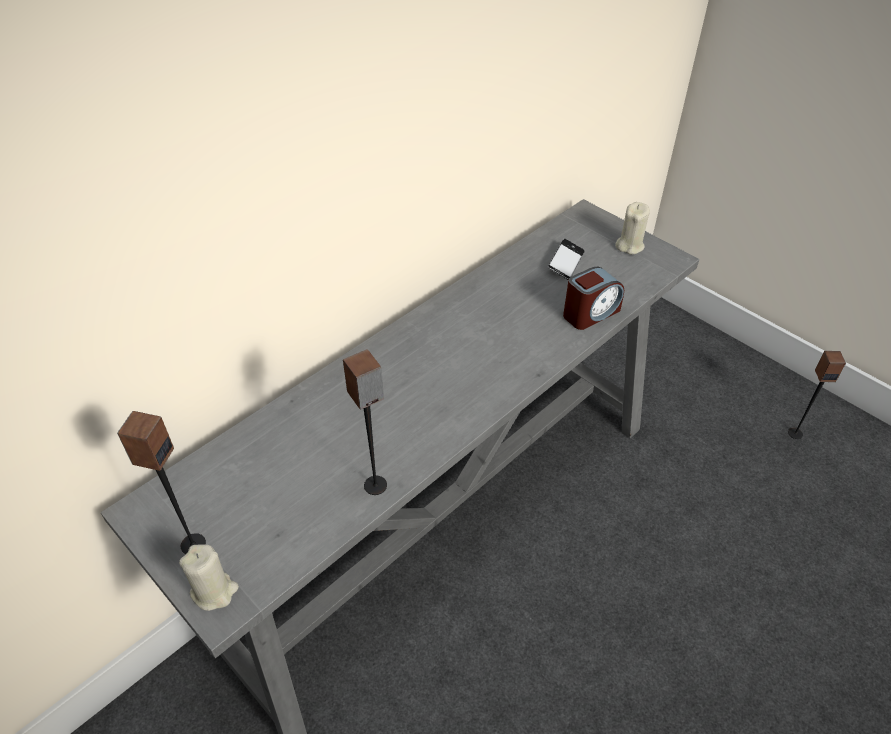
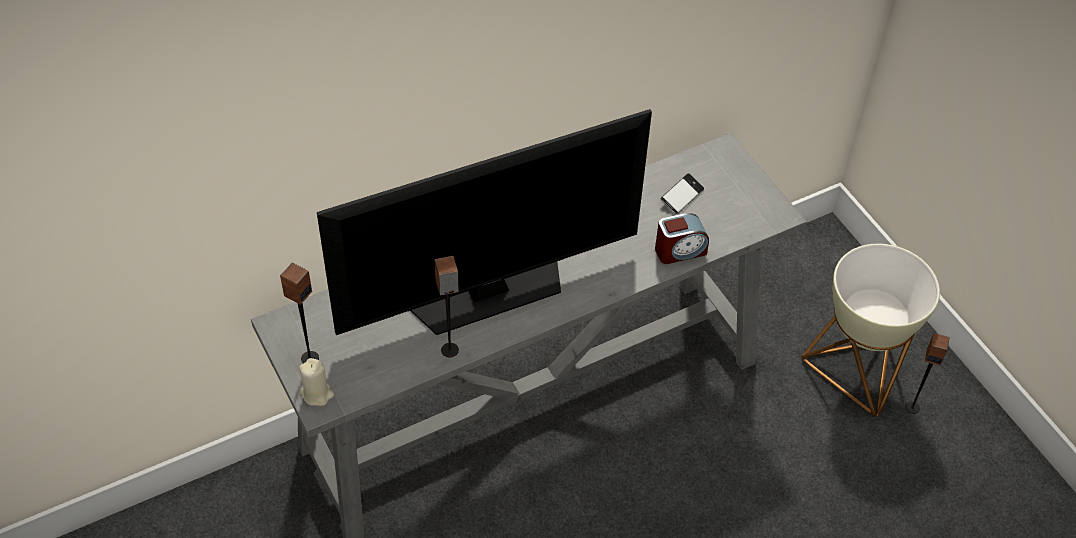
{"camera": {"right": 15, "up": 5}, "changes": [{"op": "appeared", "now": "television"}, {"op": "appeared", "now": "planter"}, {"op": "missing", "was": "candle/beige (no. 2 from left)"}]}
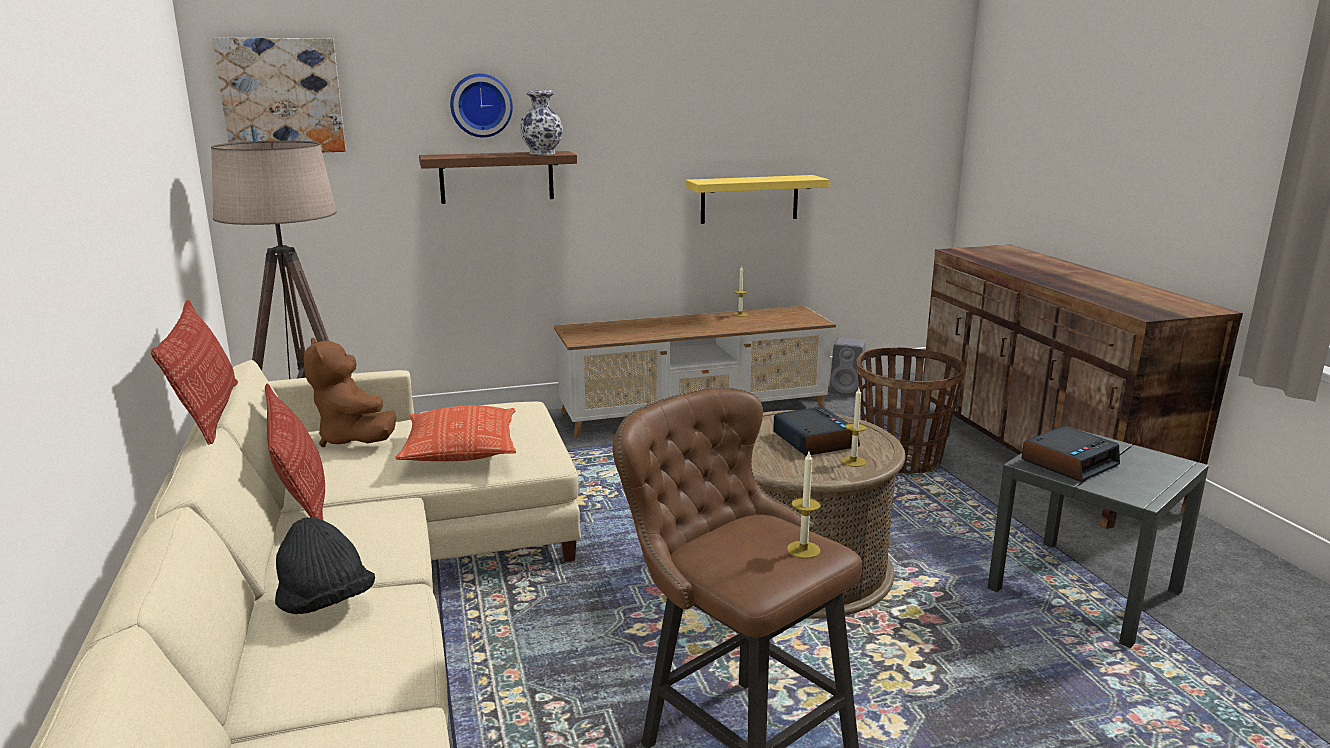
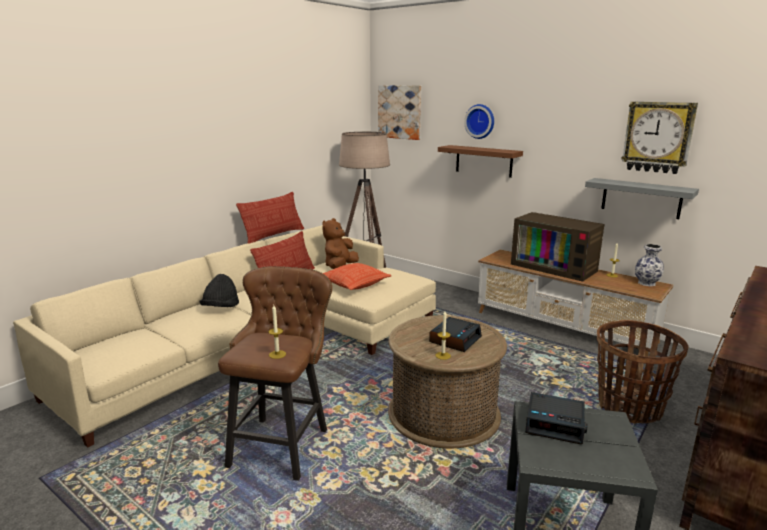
{"camera": {"right": 55, "up": 0}, "changes": [{"op": "appeared", "now": "television"}, {"op": "colour", "was": "shelf/yellow", "now": "shelf/grey"}, {"op": "appeared", "now": "wall clock (no. 2 from left)"}, {"op": "relocated", "was": "vase"}, {"op": "missing", "was": "speaker/grey"}]}
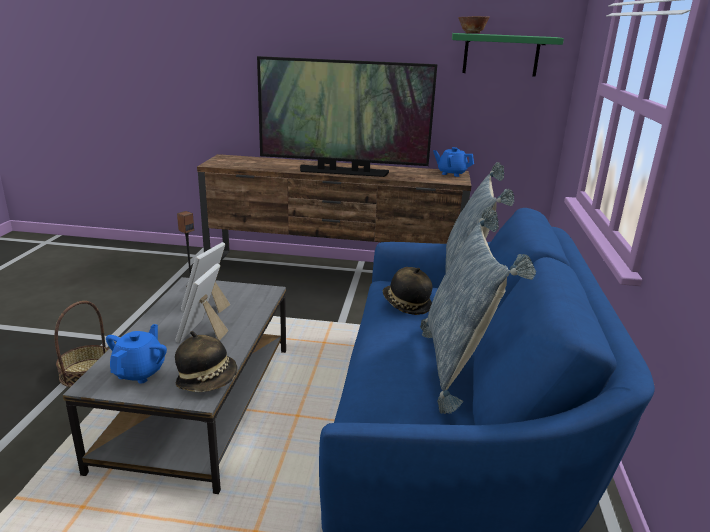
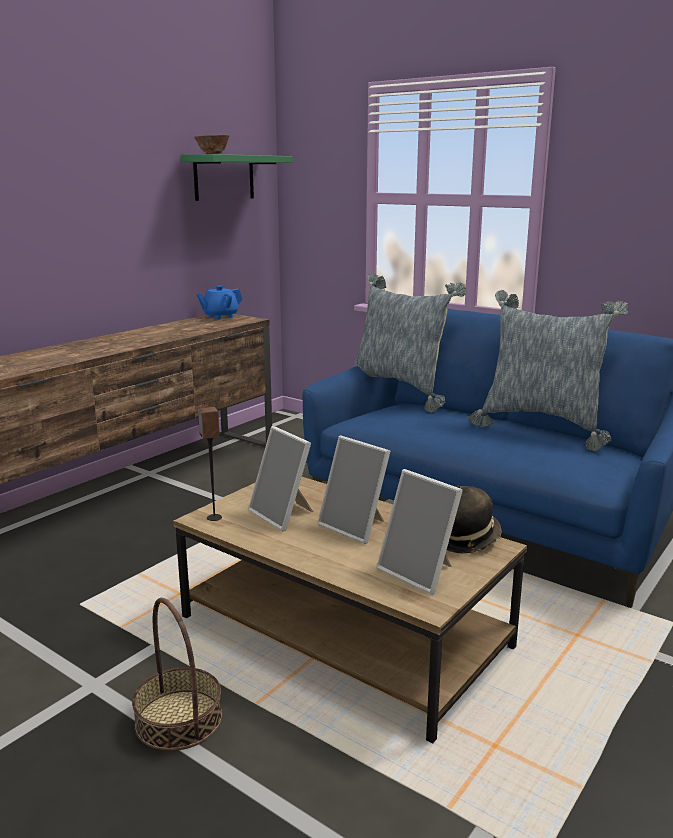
{"camera": {"right": -60, "up": -5}, "changes": [{"op": "colour", "was": "coffee table/grey", "now": "coffee table/brown"}, {"op": "exchanged", "was": "teapot/blue (no. 1 from left)", "now": "picture frame (no. 3 from left)"}, {"op": "missing", "was": "television"}, {"op": "missing", "was": "hat (no. 2 from left)"}]}
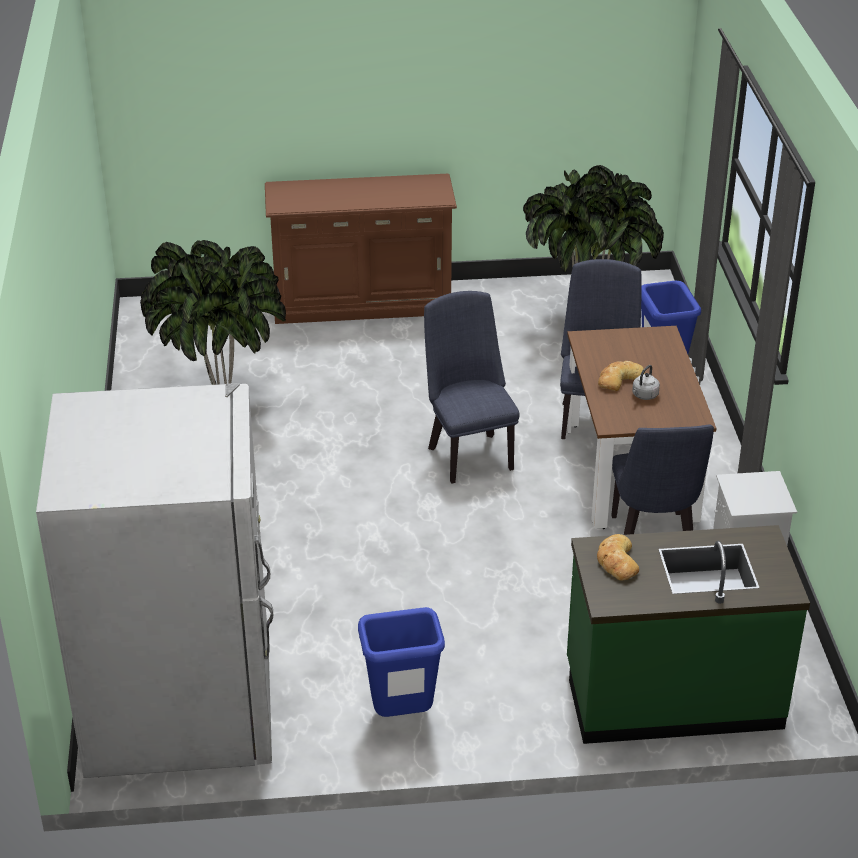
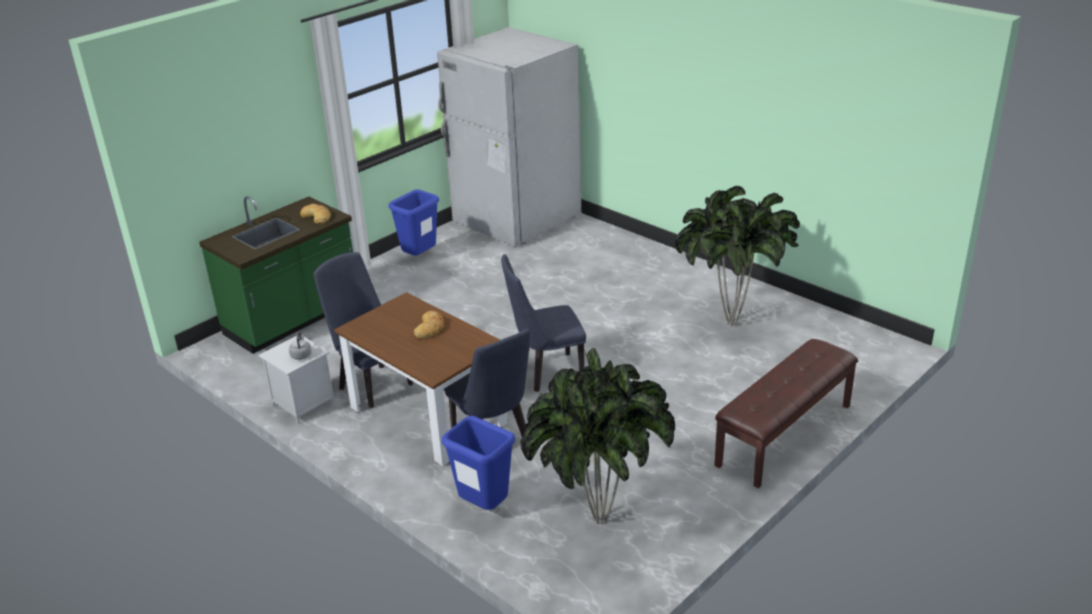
{"camera": {"right": 140, "up": -5}, "changes": [{"op": "relocated", "was": "kettle/grey"}, {"op": "spun", "was": "chair/blue (no. 1 from left in the first image)", "clockwise": 135}, {"op": "exchanged", "was": "cabinet/brown", "now": "bench/brown"}]}
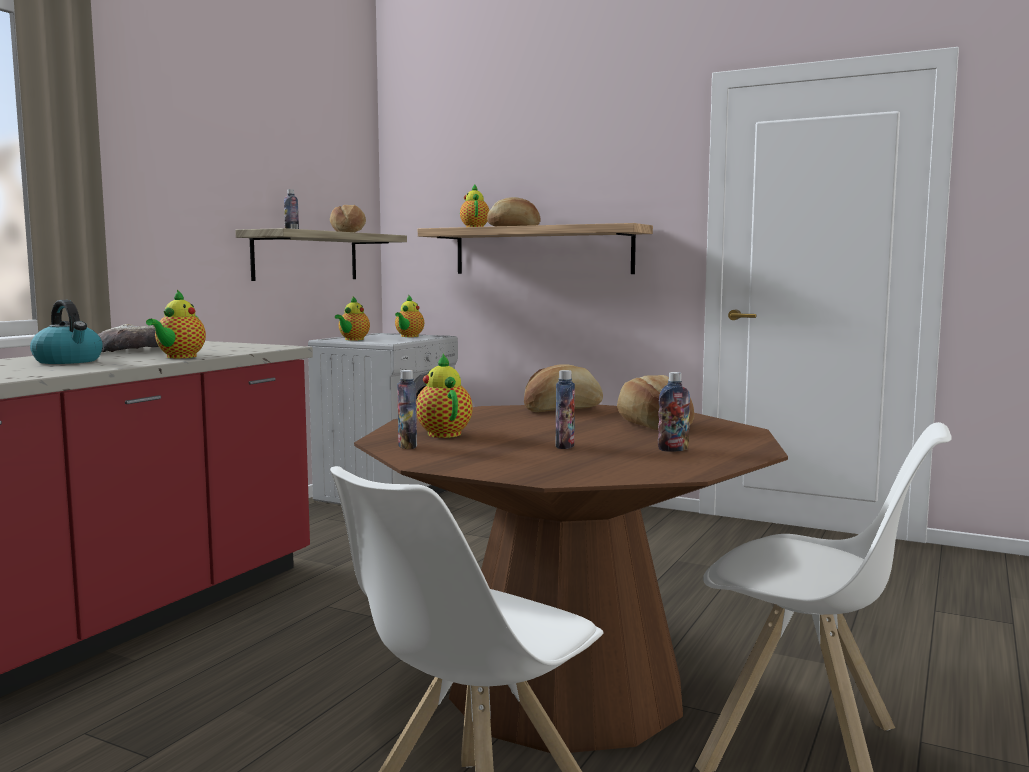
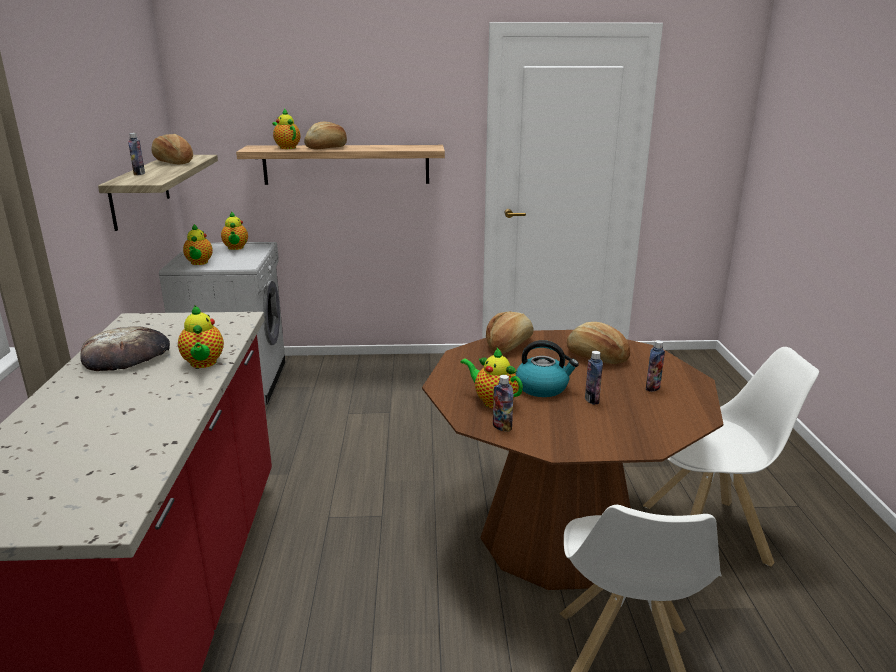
{"camera": {"right": -30, "up": 15}, "changes": [{"op": "relocated", "was": "kettle"}]}
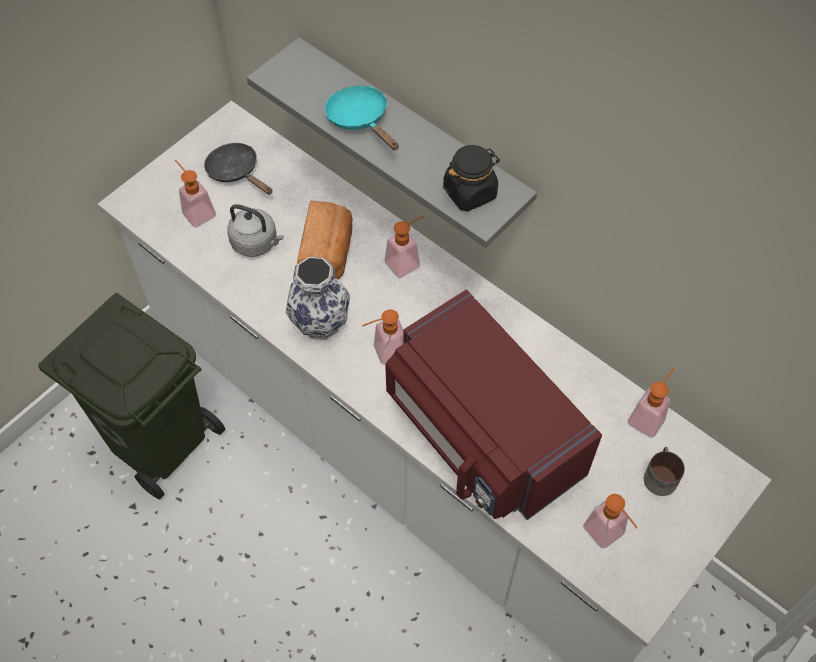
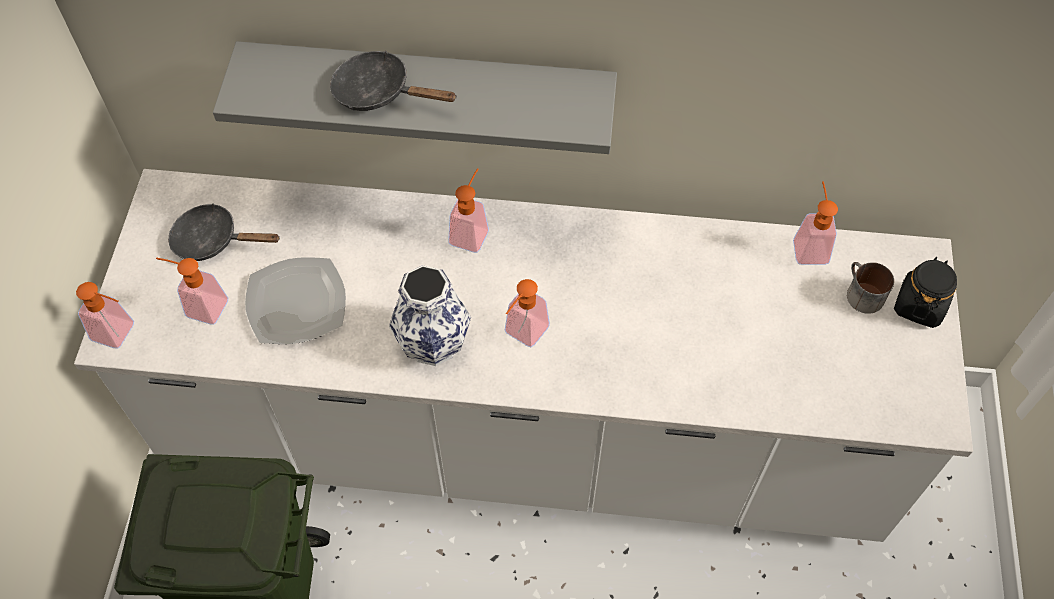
{"camera": {"right": -35, "up": 0}, "changes": [{"op": "relocated", "was": "soap dispenser (no. 4 from left in the first image)", "now": "soap dispenser (no. 1 from left)"}, {"op": "exchanged", "was": "kettle/grey", "now": "plate"}, {"op": "colour", "was": "frying pan/turquoise", "now": "frying pan/black (no. 2 from left)"}, {"op": "relocated", "was": "jar/black"}, {"op": "missing", "was": "bread"}, {"op": "missing", "was": "microwave/red"}]}
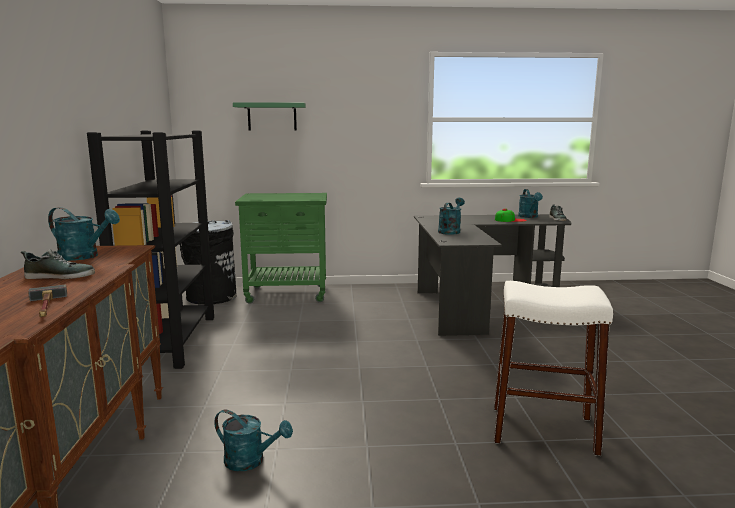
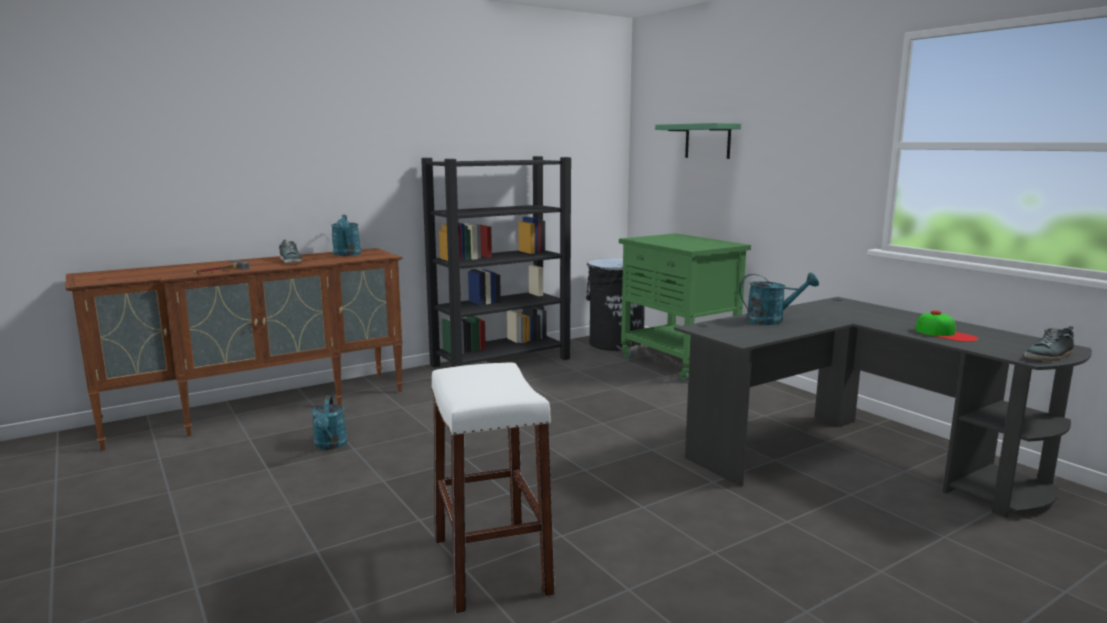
{"camera": {"right": 60, "up": 0}, "changes": [{"op": "missing", "was": "watering can/turquoise (no. 4 from left)"}]}
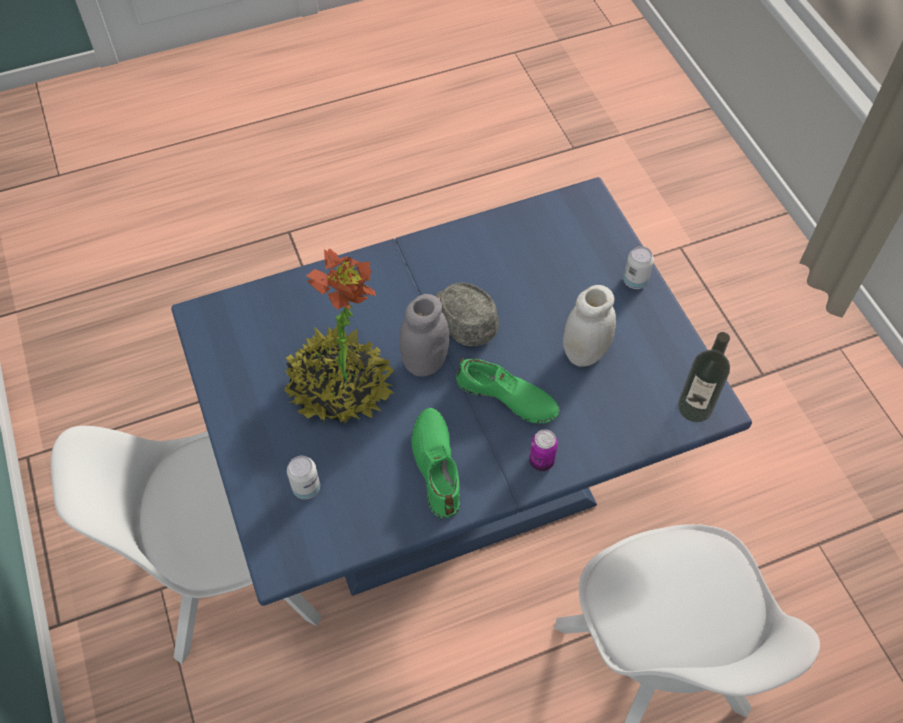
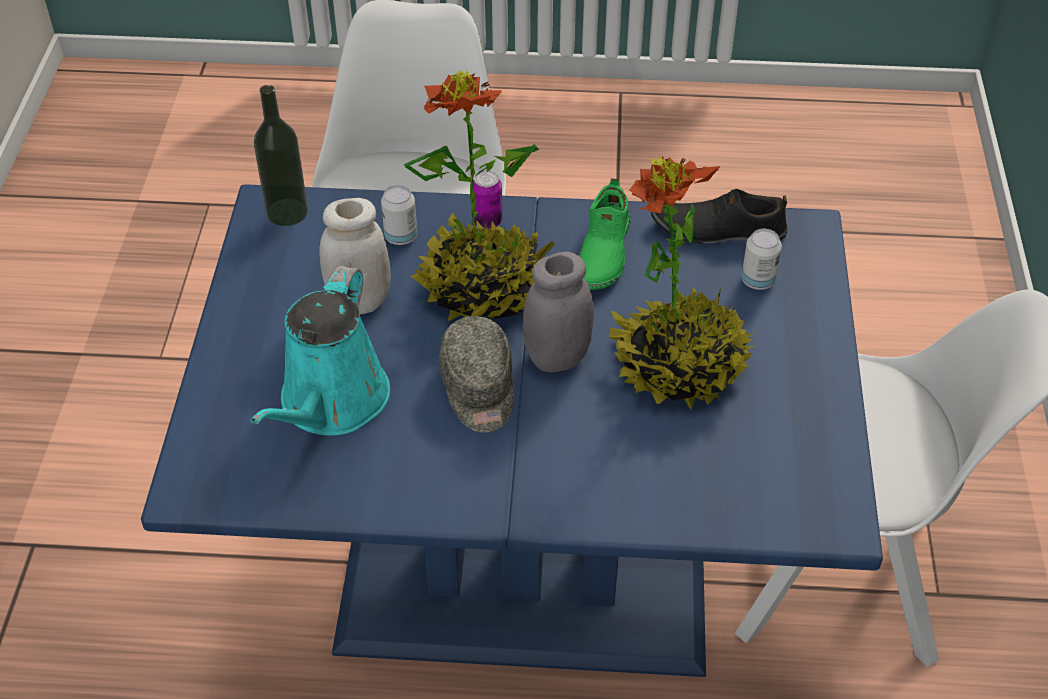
{"camera": {"right": -155, "up": -10}, "changes": [{"op": "appeared", "now": "watering can/turquoise"}, {"op": "relocated", "was": "can (no. 3 from left in the first image)", "now": "can (no. 1 from left)"}, {"op": "exchanged", "was": "shoe/green (no. 2 from left)", "now": "potted plant (no. 1 from left)"}, {"op": "appeared", "now": "shoe/black"}]}
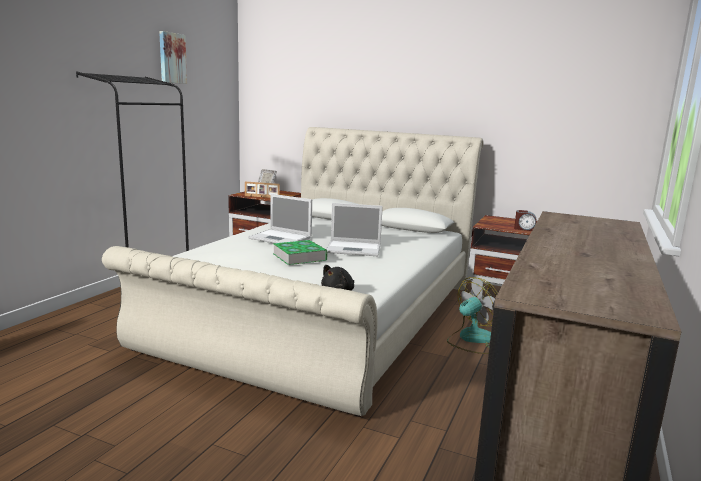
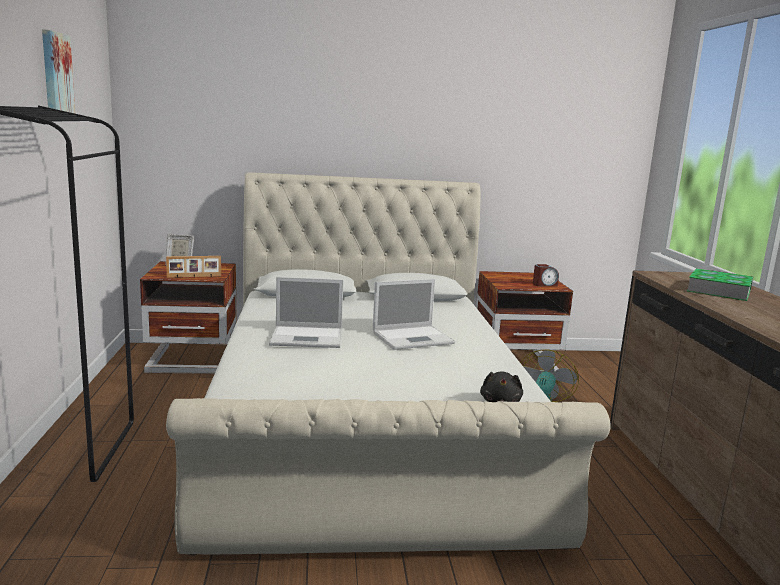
{"camera": {"right": -30, "up": 0}, "changes": [{"op": "relocated", "was": "book"}]}
